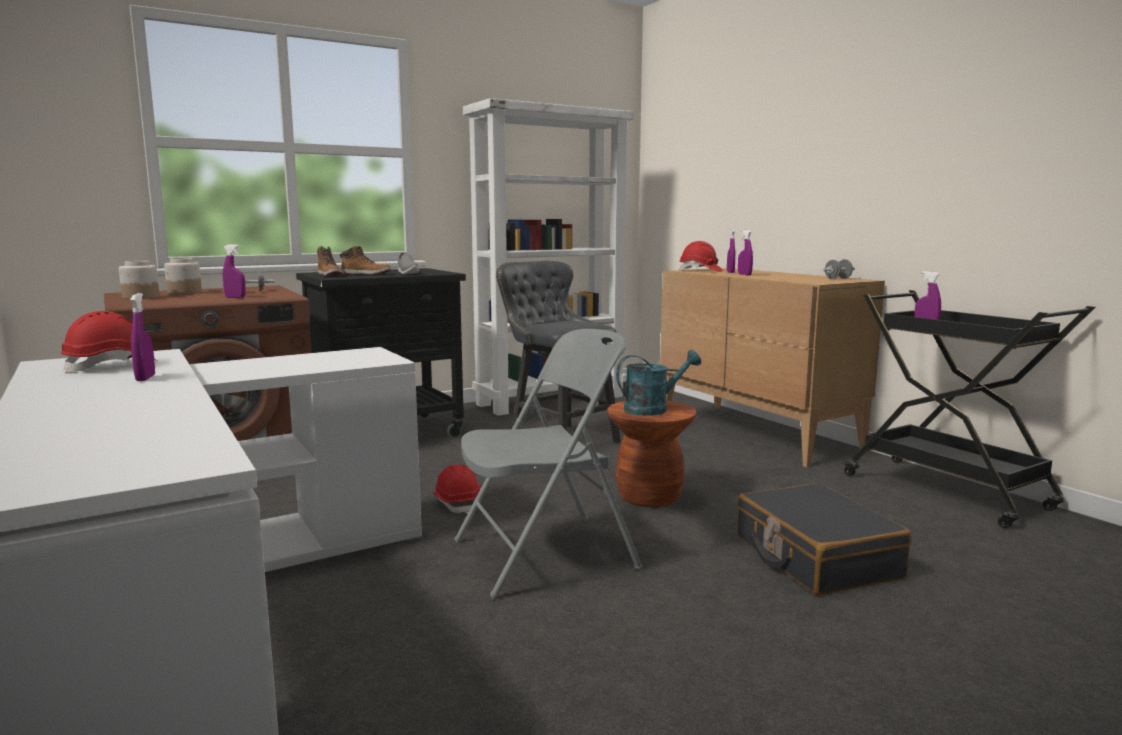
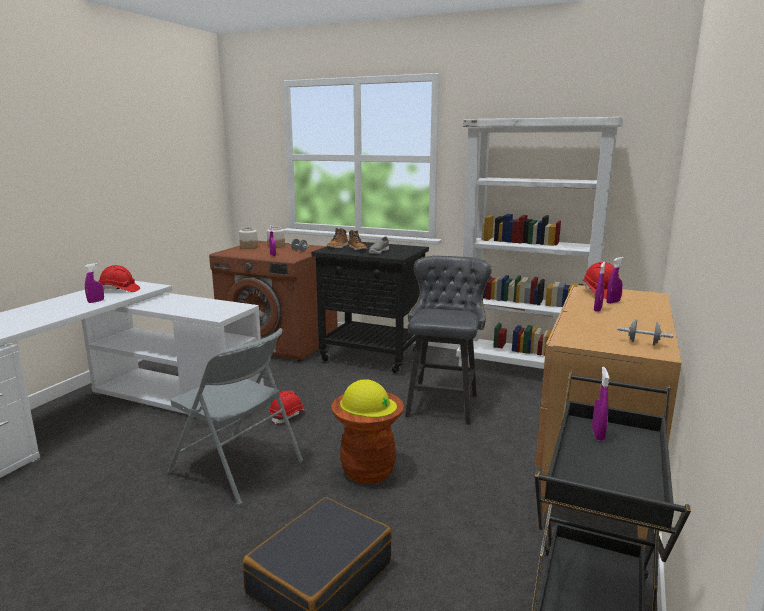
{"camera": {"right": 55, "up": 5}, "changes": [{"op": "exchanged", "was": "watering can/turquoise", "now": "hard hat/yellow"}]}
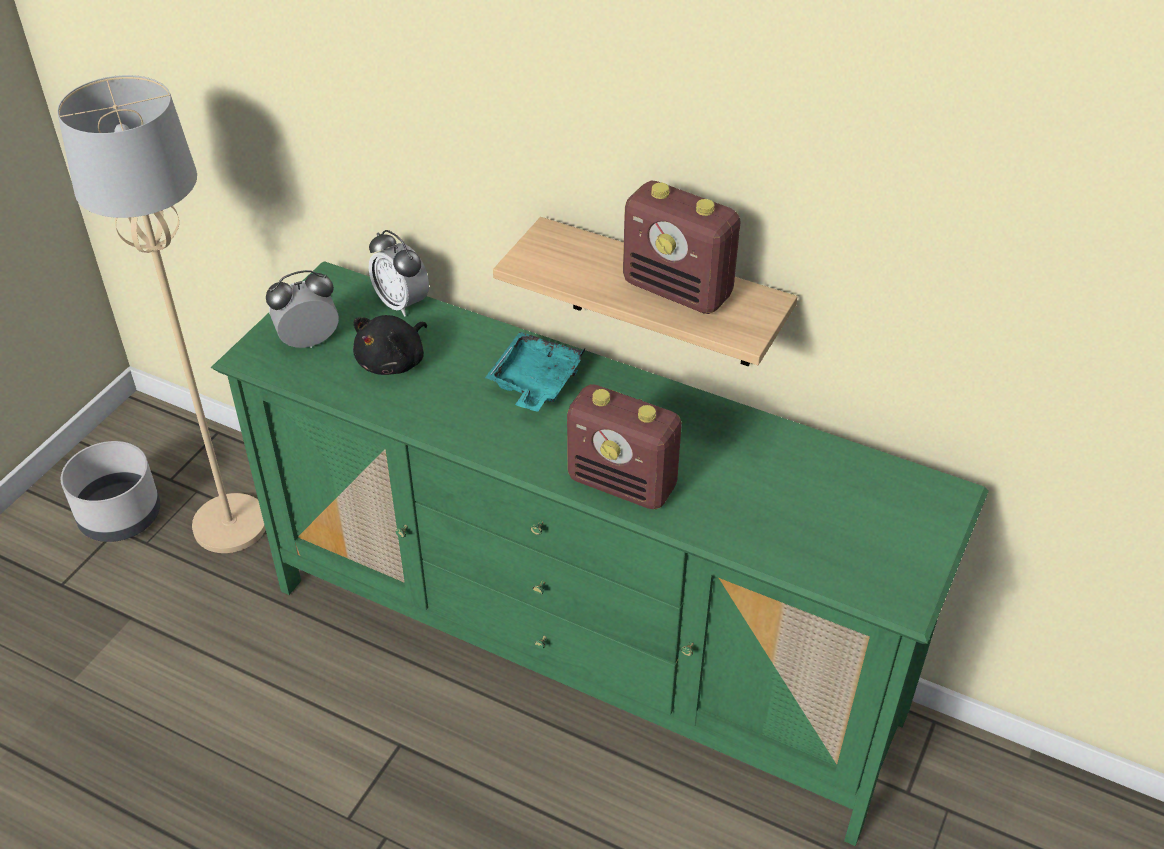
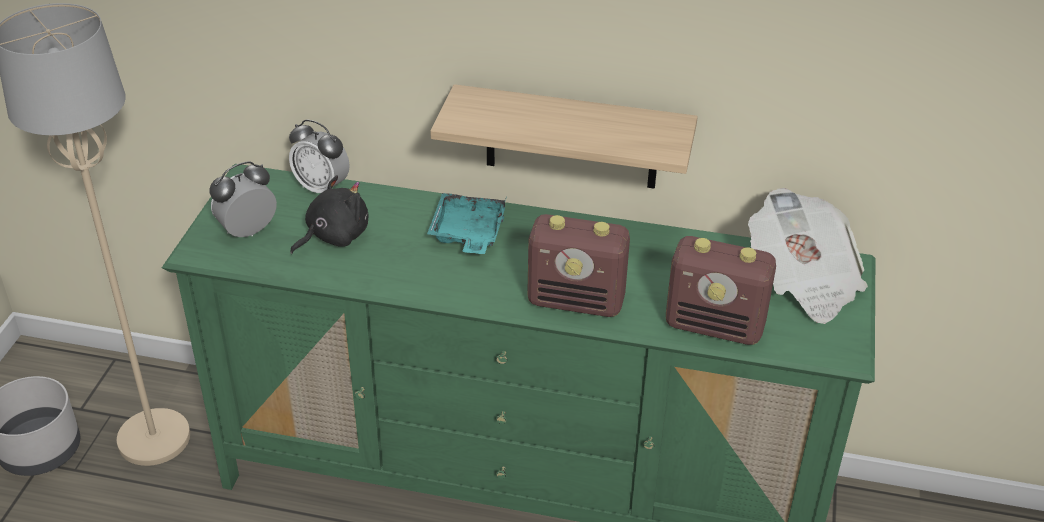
{"camera": {"right": -15, "up": -5}, "changes": [{"op": "spun", "was": "plush toy/black", "clockwise": -150}, {"op": "relocated", "was": "radio (no. 2 from left)"}, {"op": "appeared", "now": "newspaper"}]}
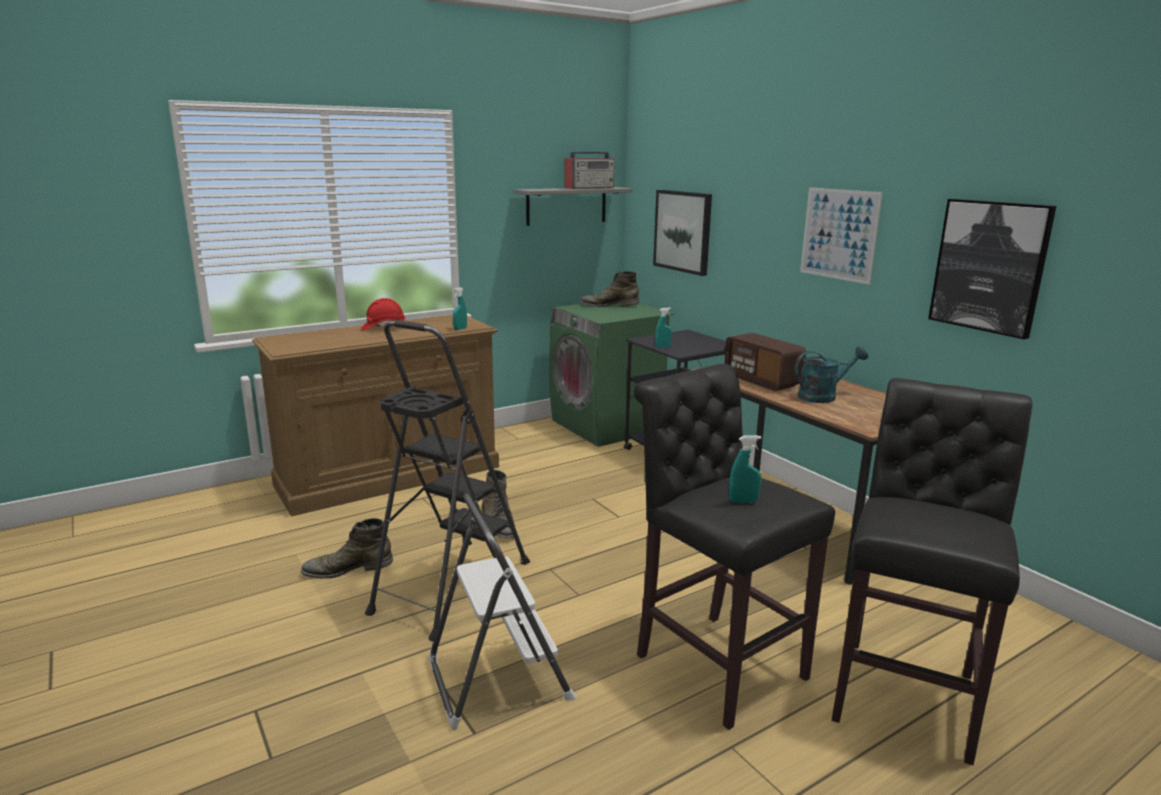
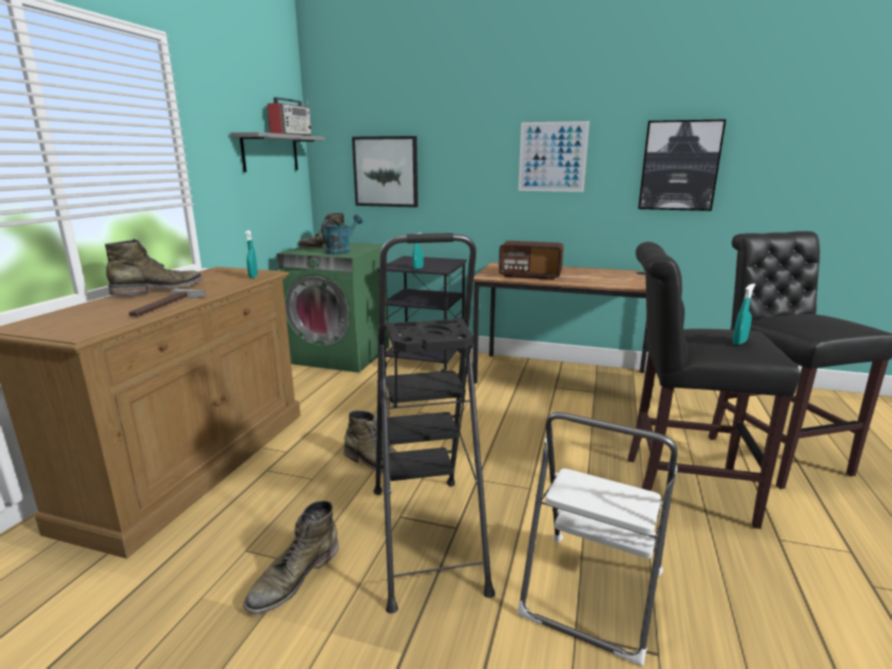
{"camera": {"right": -40, "up": 0}, "changes": [{"op": "exchanged", "was": "hard hat/red", "now": "boot/green (no. 1 from left)"}, {"op": "appeared", "now": "hammer"}, {"op": "relocated", "was": "watering can/turquoise"}]}
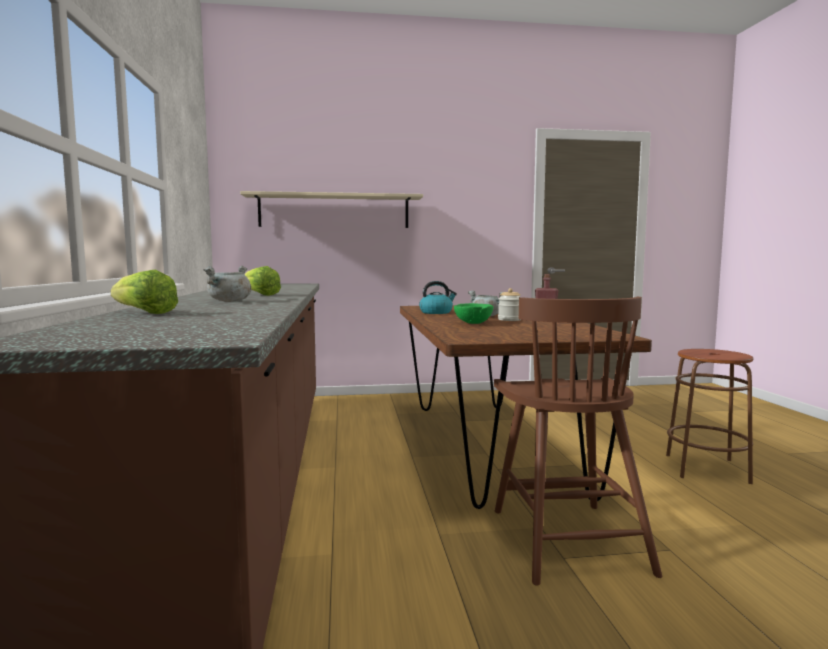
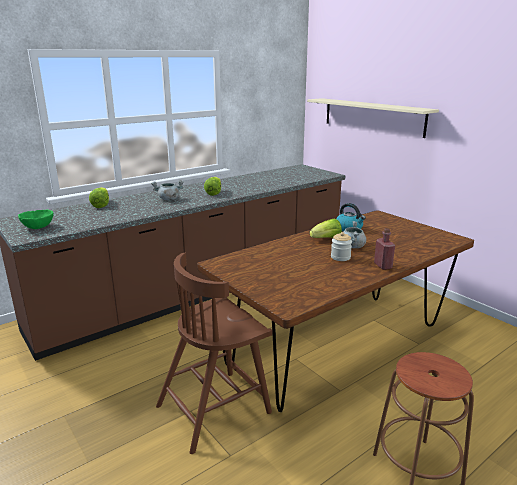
{"camera": {"right": 60, "up": 15}, "changes": [{"op": "relocated", "was": "bowl/green"}, {"op": "appeared", "now": "lettuce (no. 3 from left)"}]}
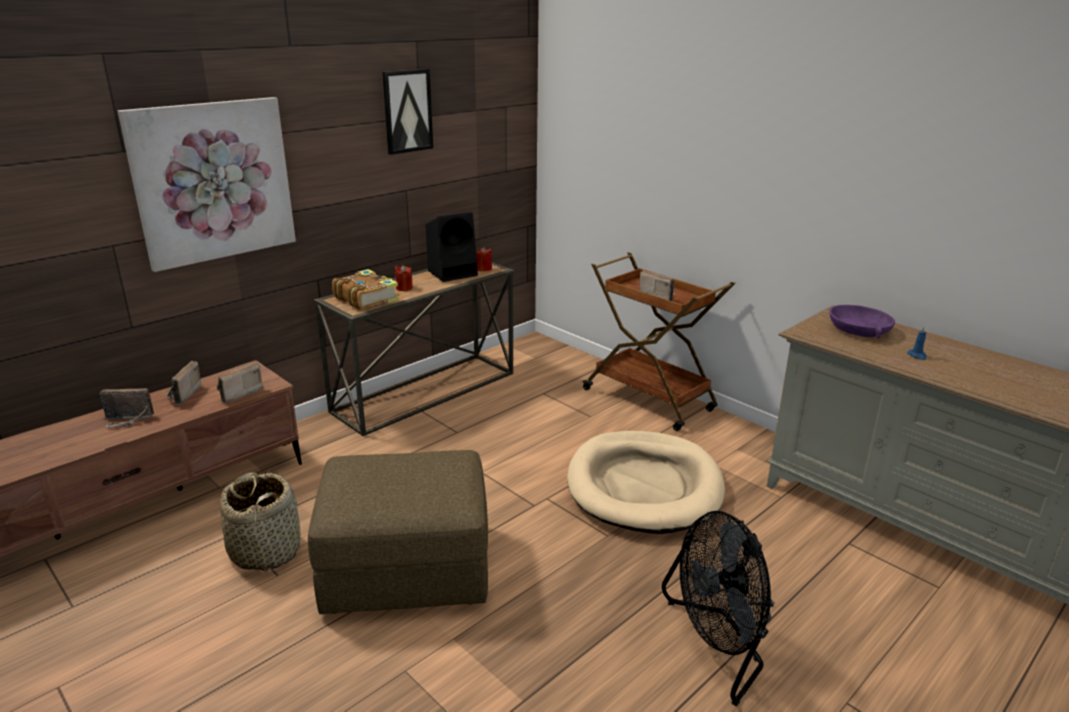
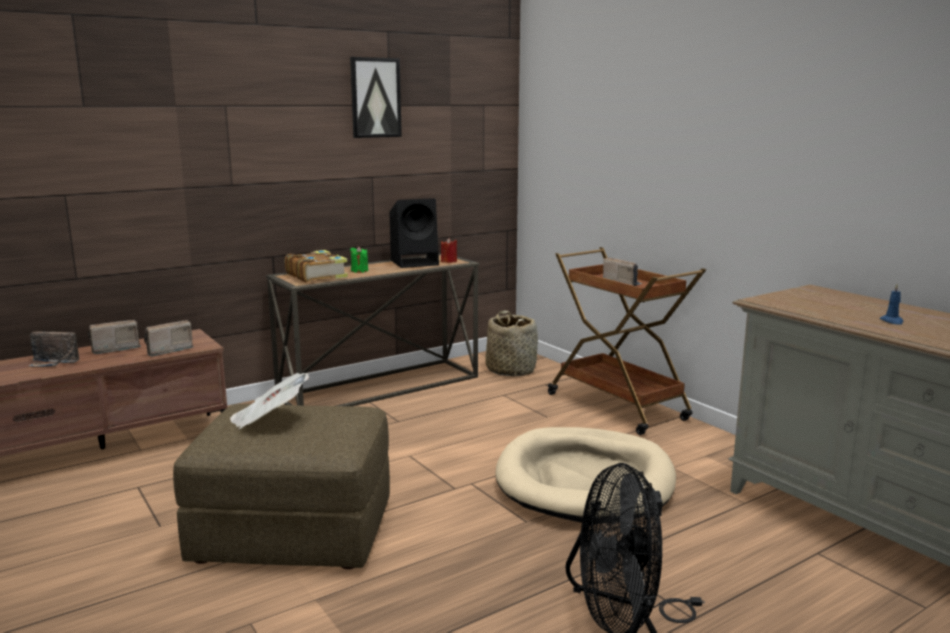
{"camera": {"right": 10, "up": -10}, "changes": [{"op": "spun", "was": "radio (no. 2 from left)", "clockwise": 45}, {"op": "appeared", "now": "newspaper"}, {"op": "colour", "was": "candle/red (no. 1 from left)", "now": "candle/green"}, {"op": "relocated", "was": "basket"}, {"op": "missing", "was": "picture (no. 1 from left)"}, {"op": "missing", "was": "bowl/purple"}]}
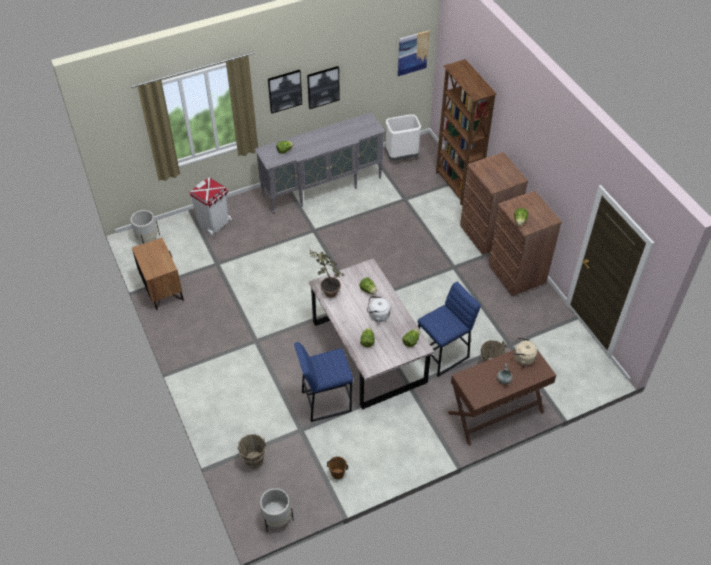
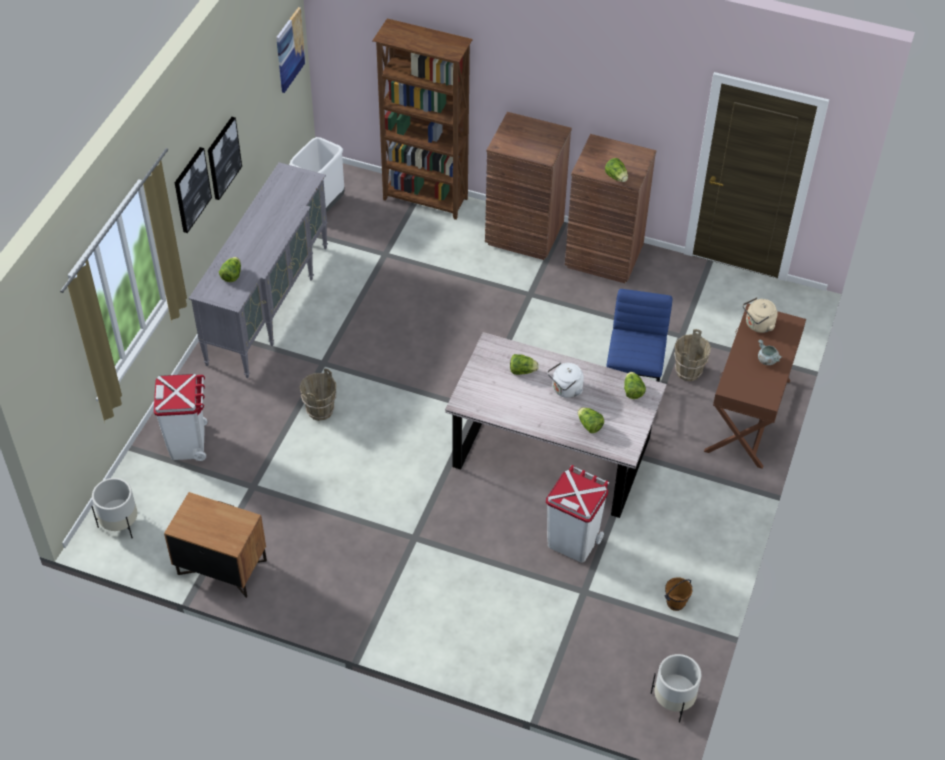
{"camera": {"right": -45, "up": 0}, "changes": [{"op": "relocated", "was": "bucket/brown (no. 1 from left)"}, {"op": "exchanged", "was": "stool/blue (no. 1 from left)", "now": "trash can/white (no. 3 from left)"}, {"op": "missing", "was": "potted plant"}]}
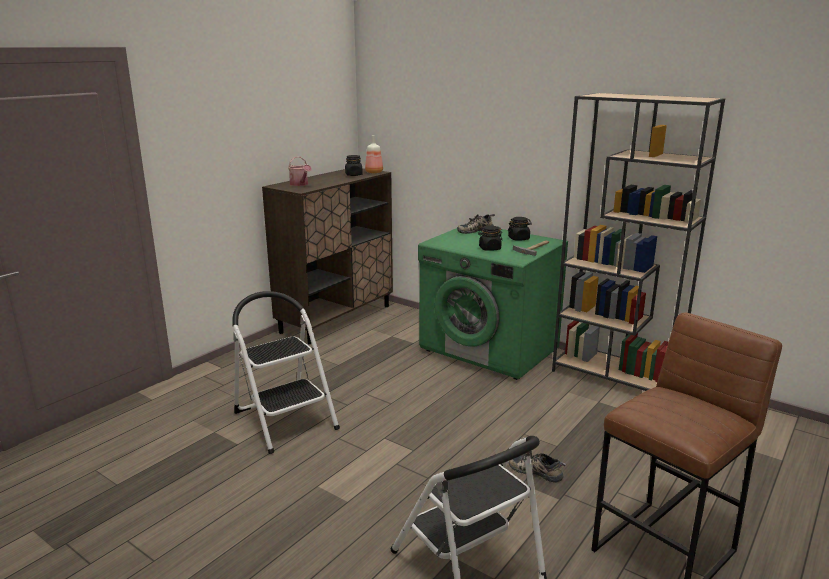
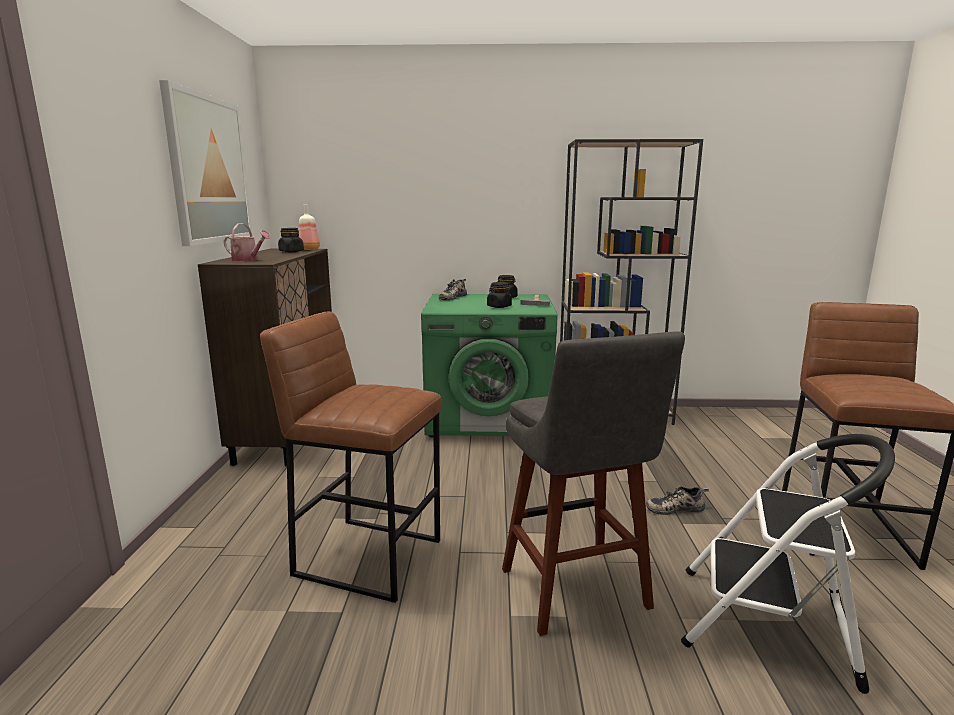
{"camera": {"right": -35, "up": -5}, "changes": [{"op": "appeared", "now": "picture"}, {"op": "exchanged", "was": "step ladder (no. 1 from left)", "now": "stool/brown (no. 1 from left)"}, {"op": "appeared", "now": "stool/grey"}]}
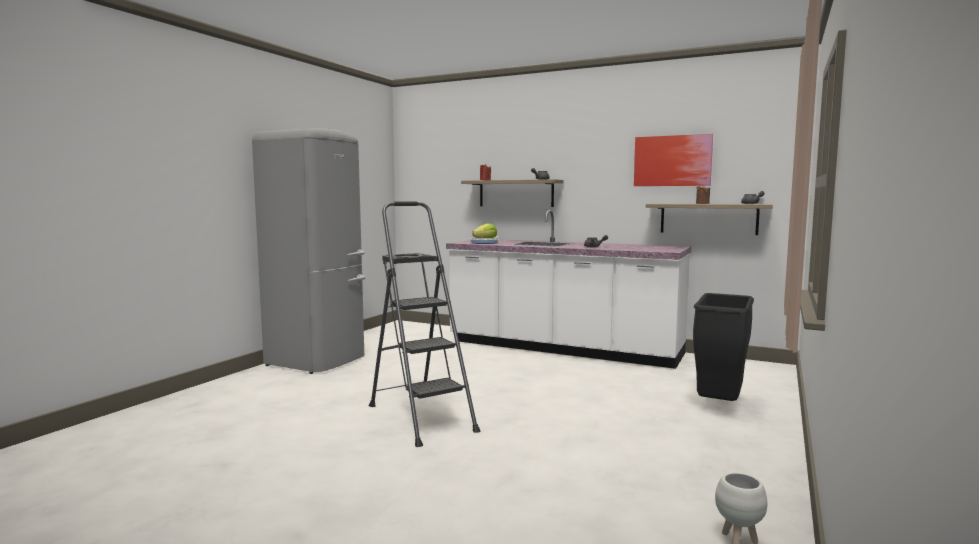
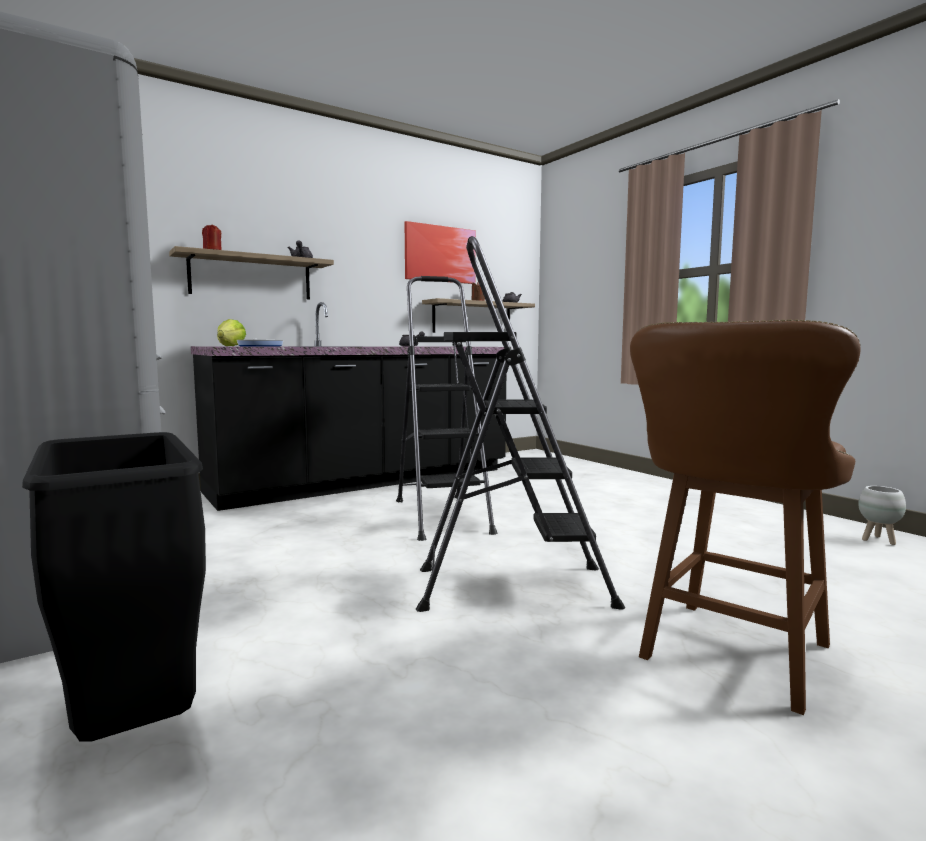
{"camera": {"right": -60, "up": 0}, "changes": [{"op": "relocated", "was": "trash can/black"}, {"op": "colour", "was": "counter/white", "now": "counter/black"}, {"op": "appeared", "now": "step ladder (no. 1 from left)"}, {"op": "appeared", "now": "stool/brown"}]}
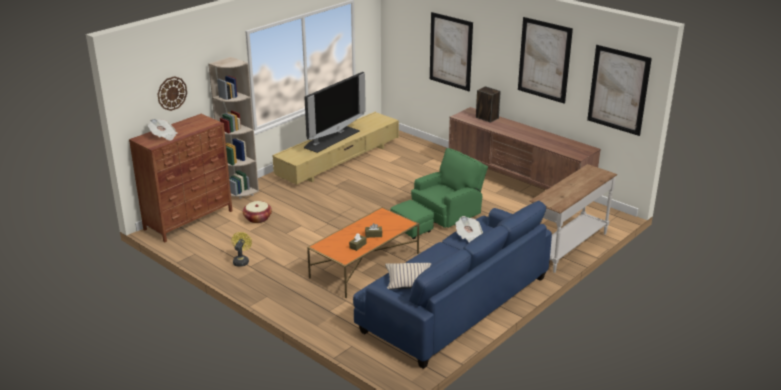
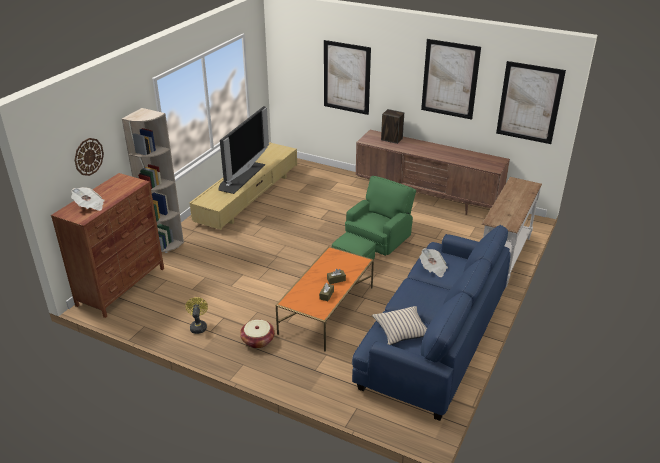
{"camera": {"right": -15, "up": 5}, "changes": [{"op": "relocated", "was": "basket"}]}
